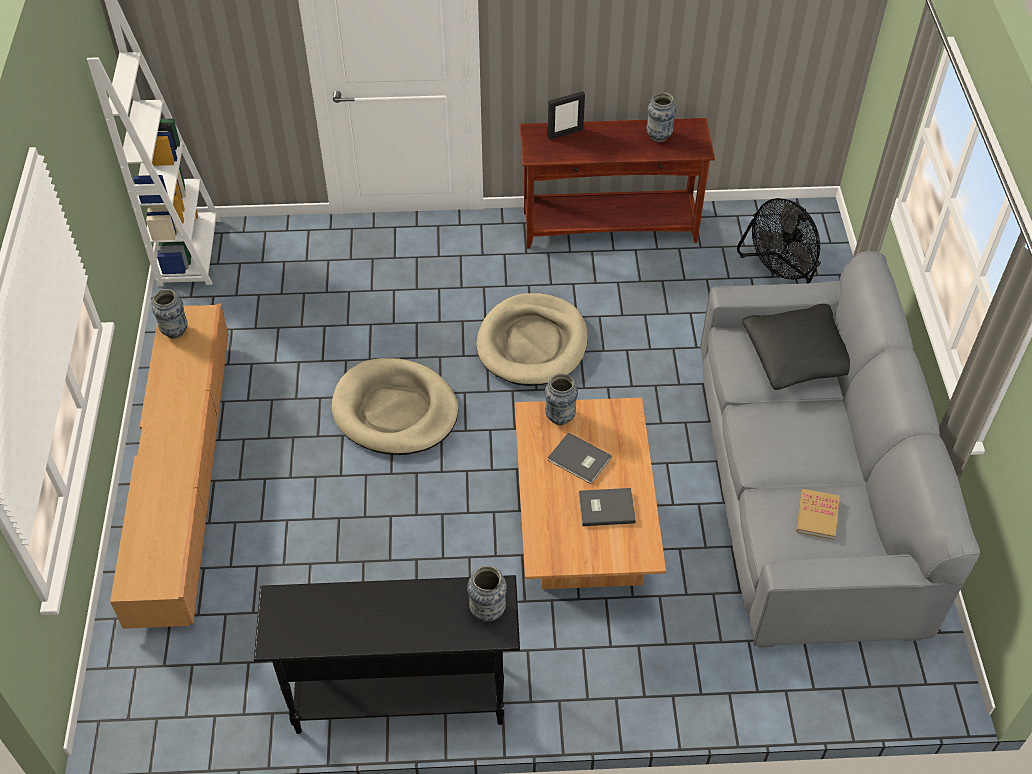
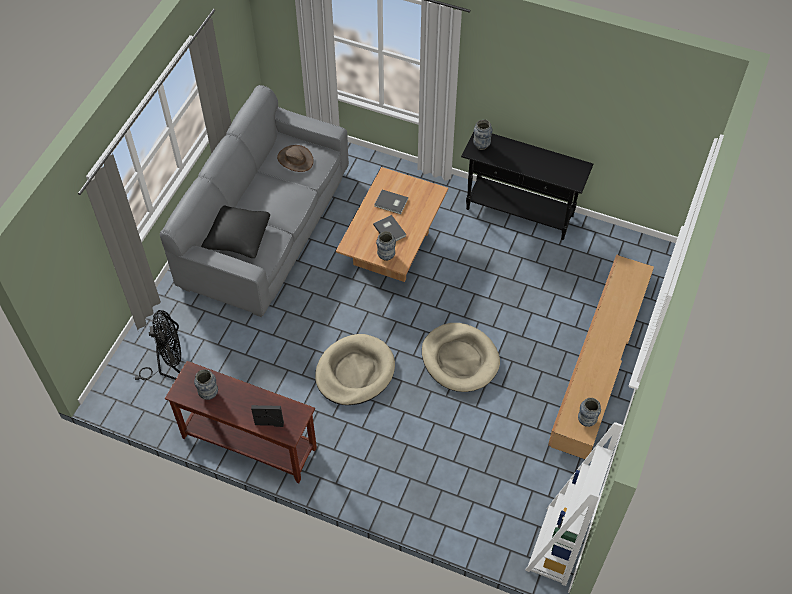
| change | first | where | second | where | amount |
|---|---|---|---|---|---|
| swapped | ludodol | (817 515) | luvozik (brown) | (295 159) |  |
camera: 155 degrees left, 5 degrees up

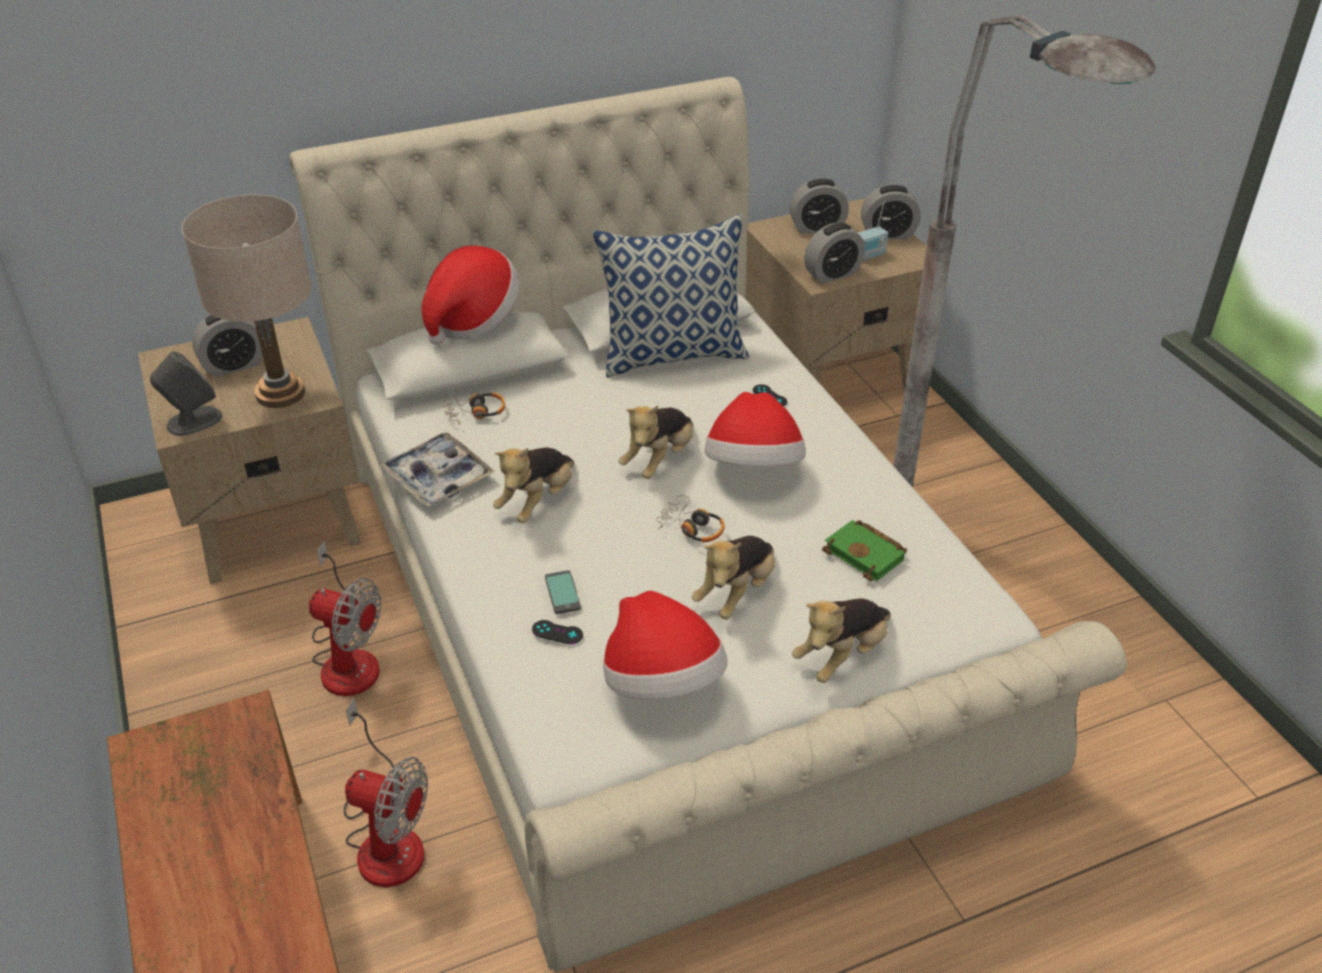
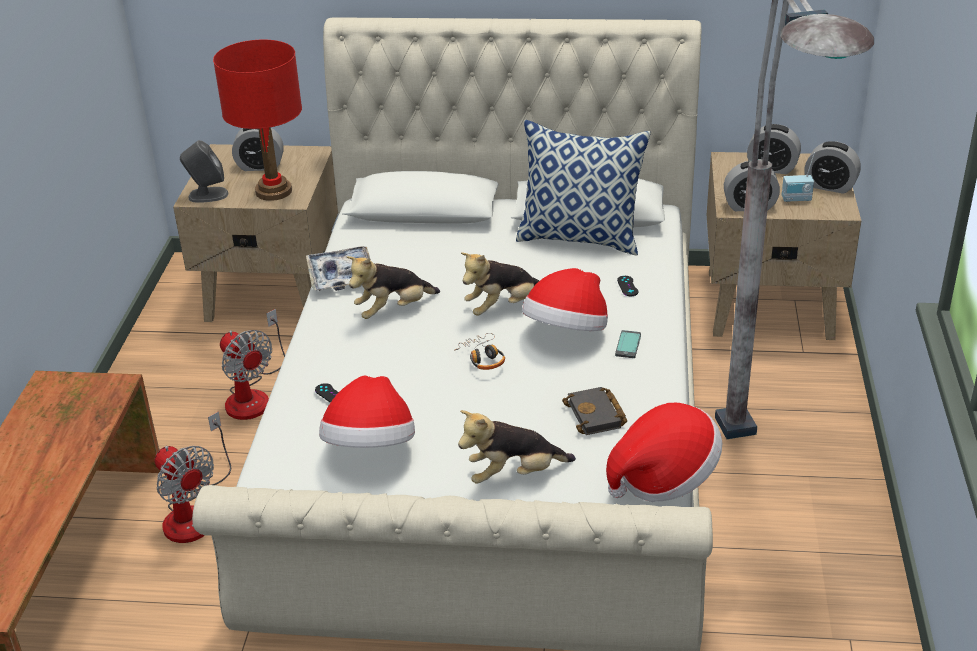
| change | first | where | second | where | amount |
|---|---|---|---|---|---|
| repainted | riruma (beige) | (281 393) | riruma (red) | (274 191) |  |
| shifted | luvozik | (472 320) |  | (664 477) |  |
| gone | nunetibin | (474 413) |  |  |  |
| shifted | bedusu | (563 593) |  | (628 345) |  |
| gone | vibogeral | (736 593) |  |  |  |
| repainted | ludodol (green) | (867 555) | ludodol (black) | (597 416) |  |
camera: 30 degrees right, 5 degrees down

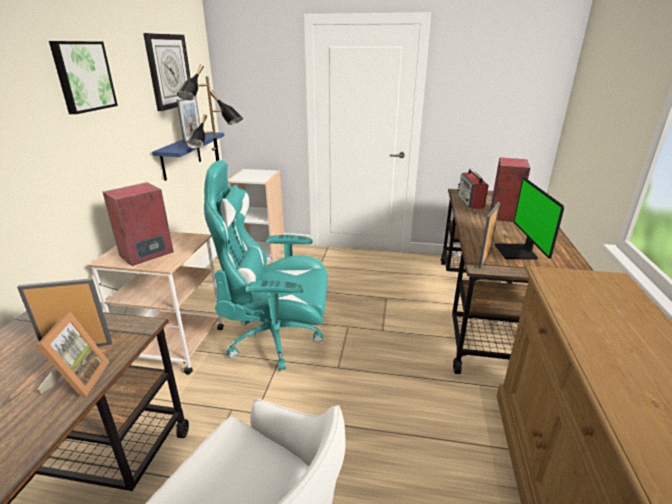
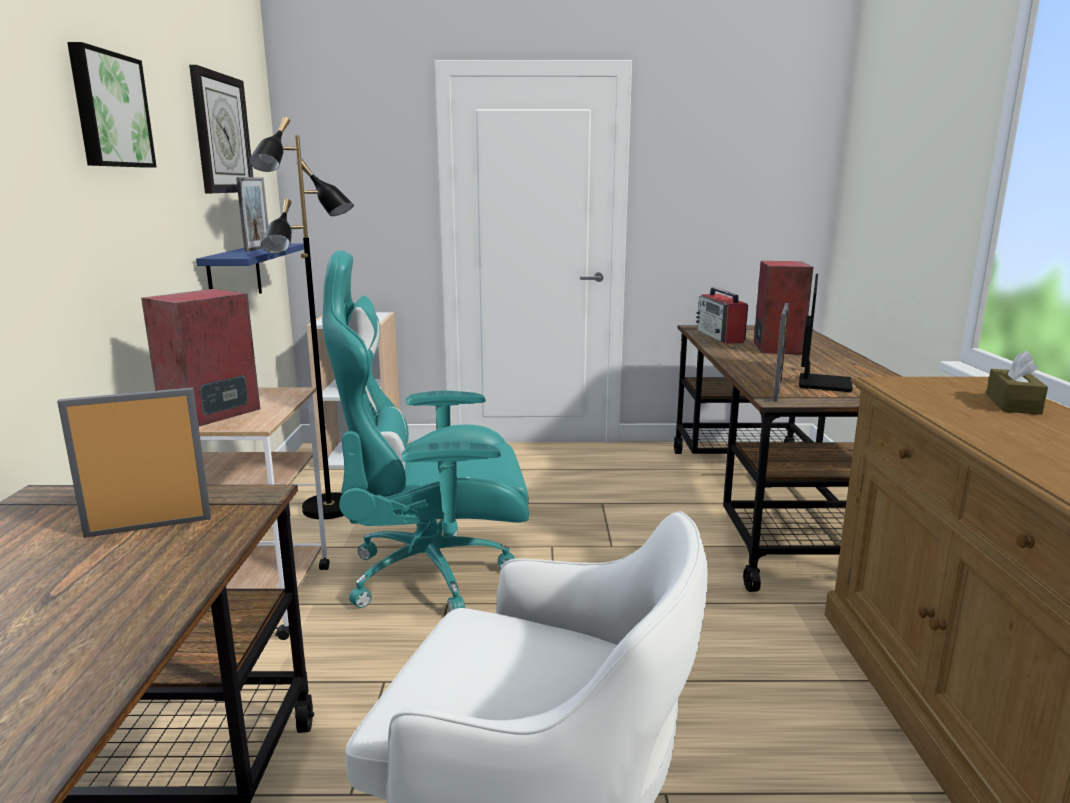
| change | first | where | second | where | amount |
|---|---|---|---|---|---|
| gone | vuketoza | (78 380) |  |  |  |
| rotated | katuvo | (517 252) |  | (821 383) | 150 degrees counterclockwise |
| new |  |  | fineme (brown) | (1012 404) |  |
camera: 10 degrees left, 10 degrees down

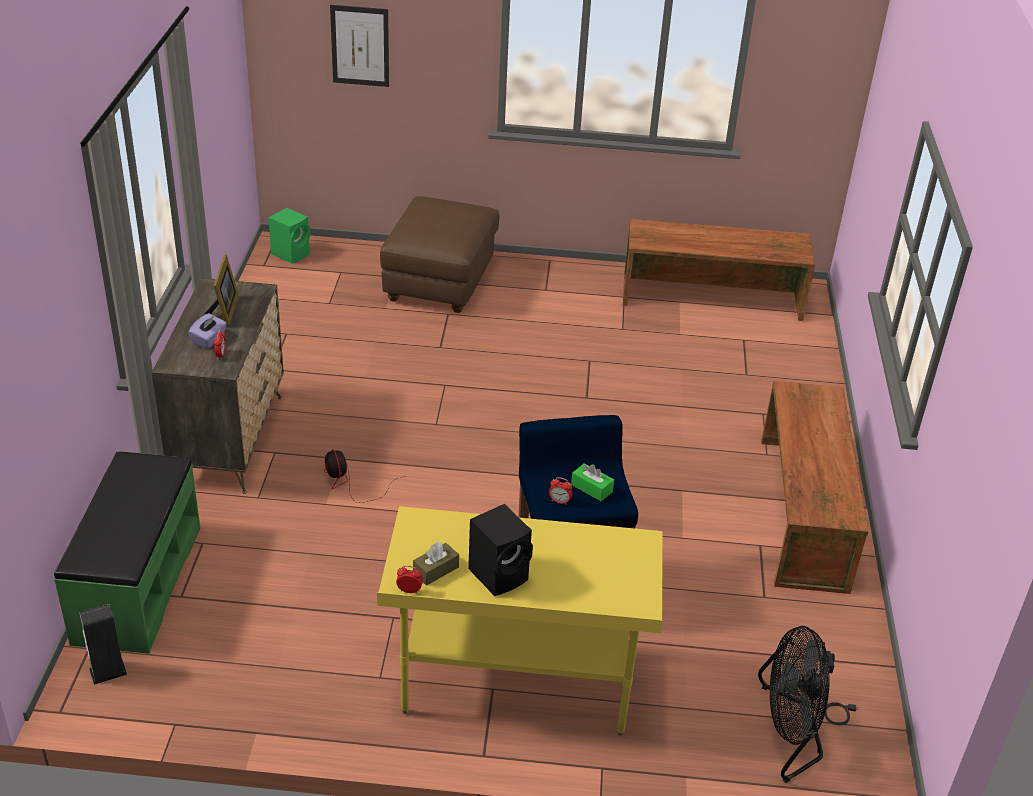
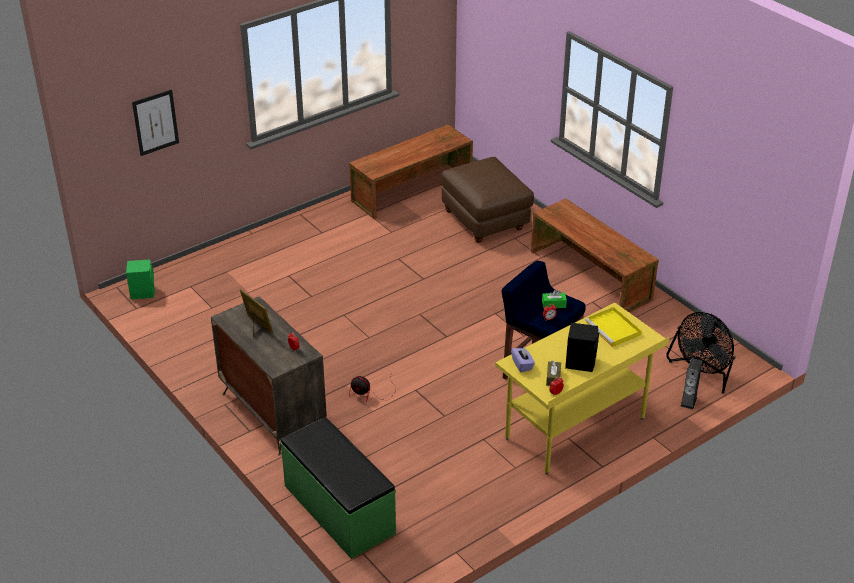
| change | first | where | second | where | amount |
|---|---|---|---|---|---|
| shifted | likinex | (108 671) |  | (688 401) |  |
| shifted | fineme (purple) | (209 340) |  | (522 365) |  |
| shifted | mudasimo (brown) | (439 284) |  | (486 220) |  |
| new |  |  | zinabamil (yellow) | (614 329) |  |
camera: 40 degrees left, 0 degrees up

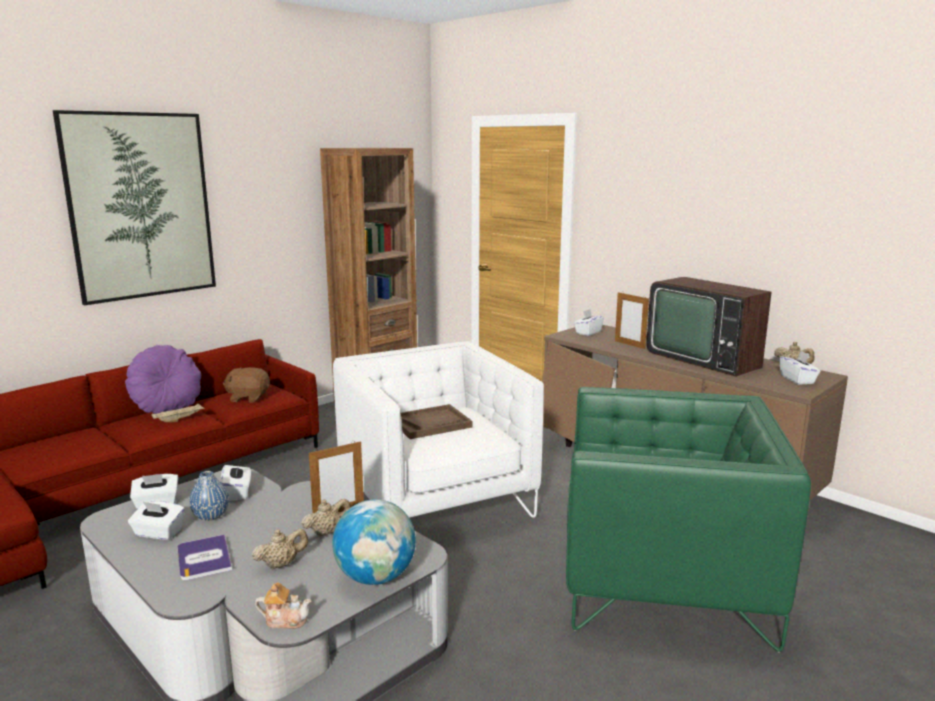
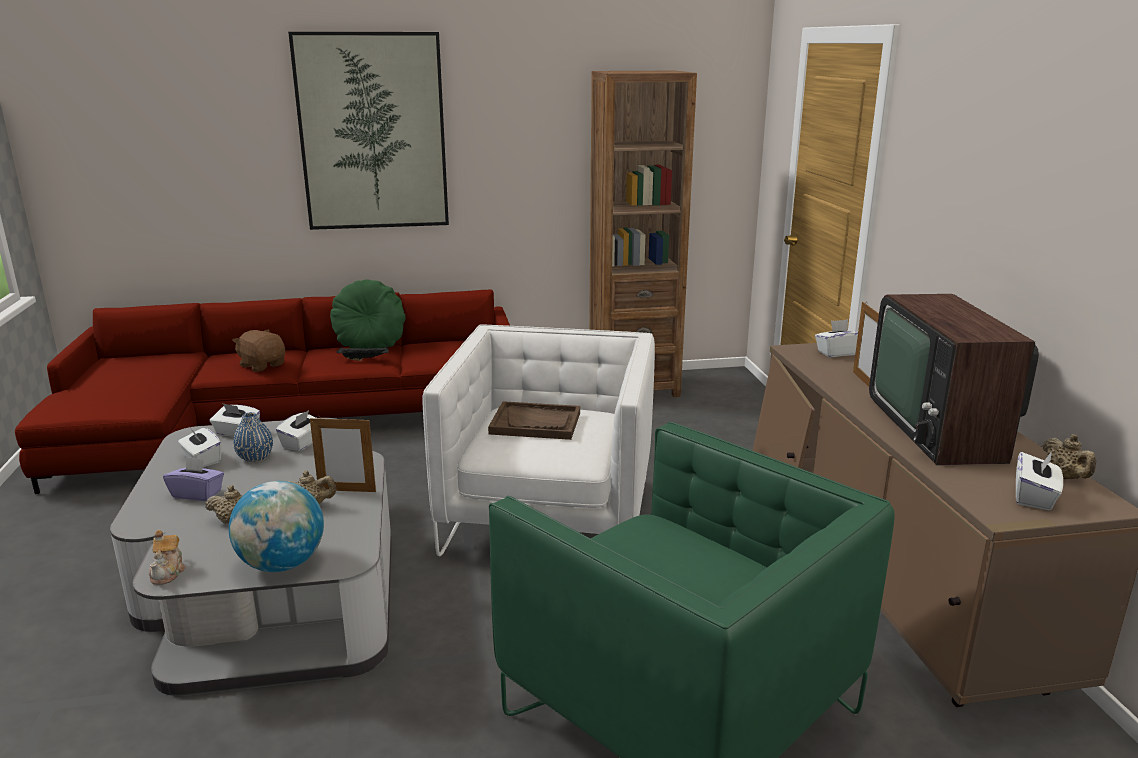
| change | first | where | second | where | amount |
|---|---|---|---|---|---|
| repainted | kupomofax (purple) | (167 409) | kupomofax (green) | (370 346) |  |
| repainted | zinabamil (beige) | (180 419) | zinabamil (black) | (364 359) |  |
| swapped | ludodol | (204 558) | fineme (purple) | (197 494) |  |
| shifted | vibogeral (brown) | (248 397) |  | (262 365) |  |
| rotated | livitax | (285 620) |  | (168 572) | 45 degrees clockwise |
camera: 35 degrees right, 5 degrees up

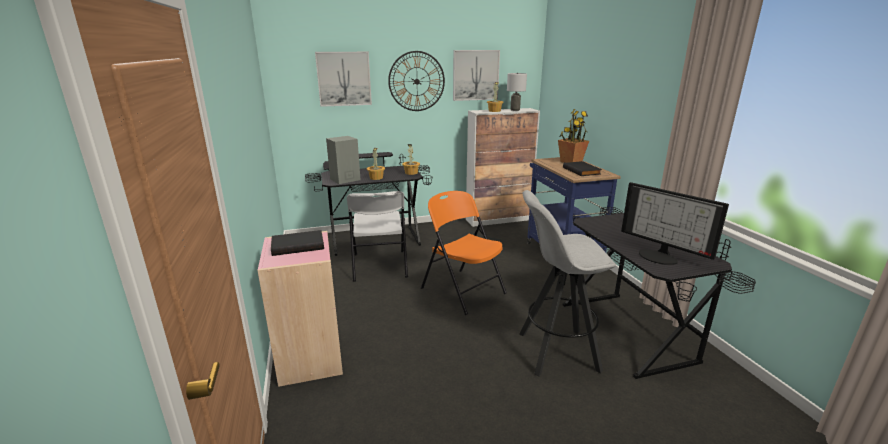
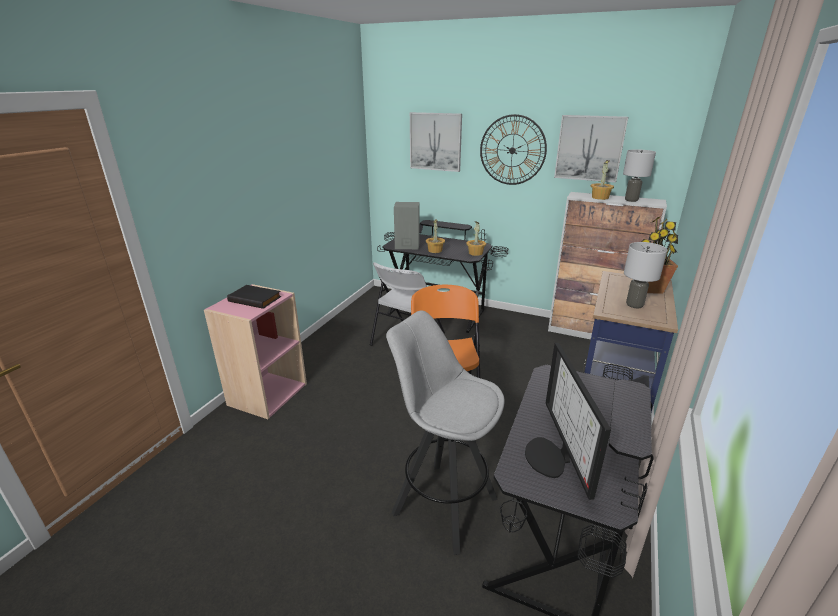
| change | first | where | second | where | amount |
|---|---|---|---|---|---|
| swapped | ludodol (black) | (582 171) | riruma (white) | (635 305) |  |
camera: 40 degrees right, 5 degrees up

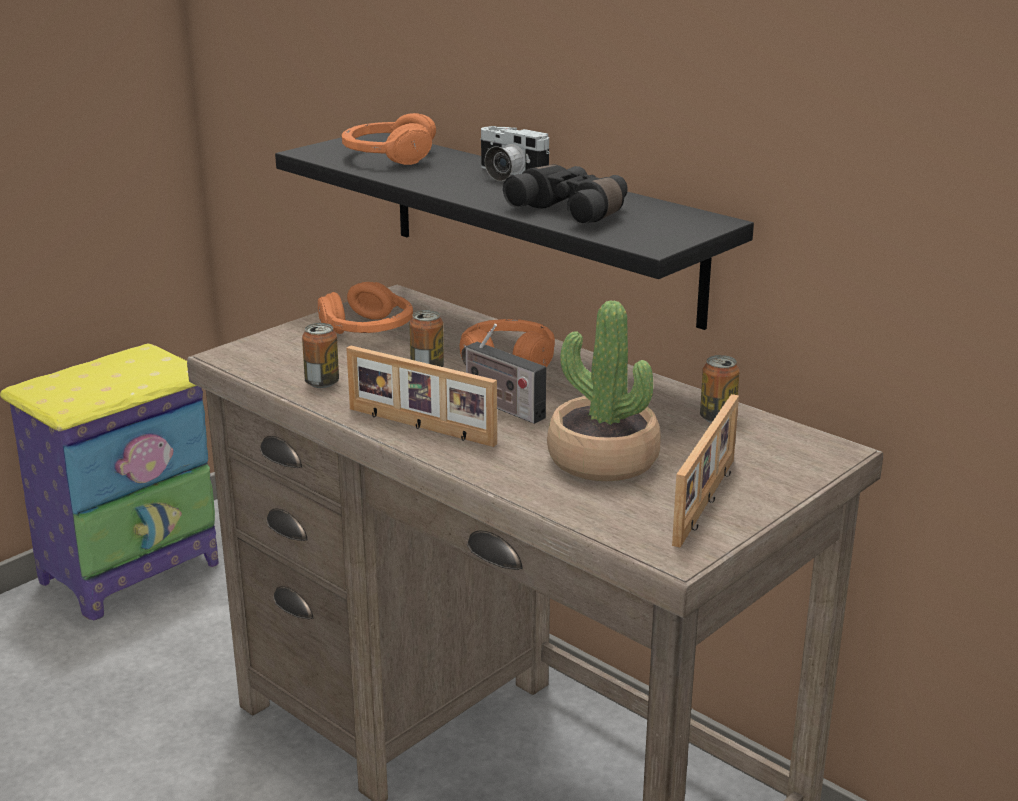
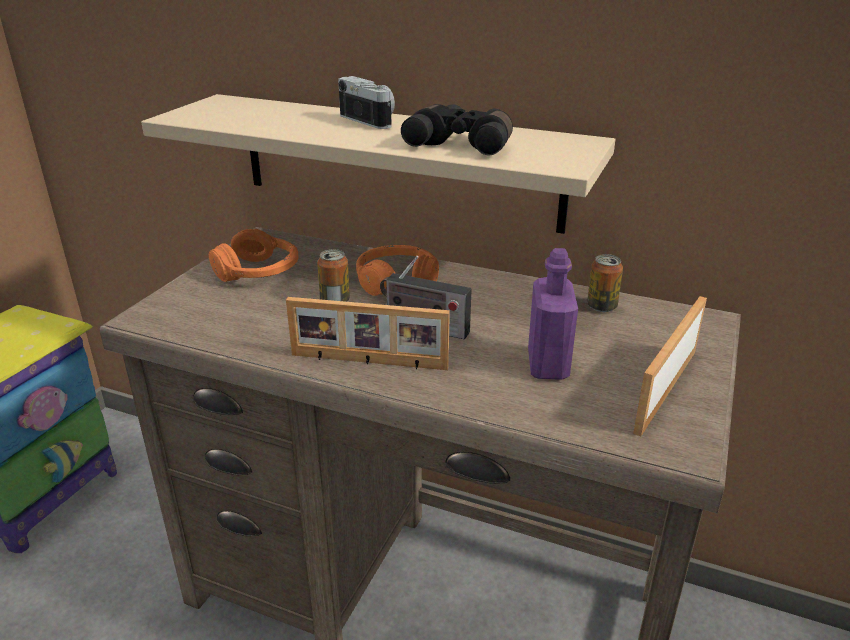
| change | first | where | second | where | amount |
|---|---|---|---|---|---|
| repainted | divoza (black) | (541 224) | divoza (beige) | (397 161) |  |
| gone | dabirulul | (322 383) |  |  |  |
| gone | nunetibin (orange) | (388 156) |  |  |  |
| rotated | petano | (507 175) |  | (373 120) | 150 degrees counterclockwise |
| swapped | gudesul | (602 460) | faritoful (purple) | (548 365) |  |
| rotated | vuketoza | (707 501) |  | (663 389) | 150 degrees counterclockwise |
camera: 20 degrees left, 5 degrees up

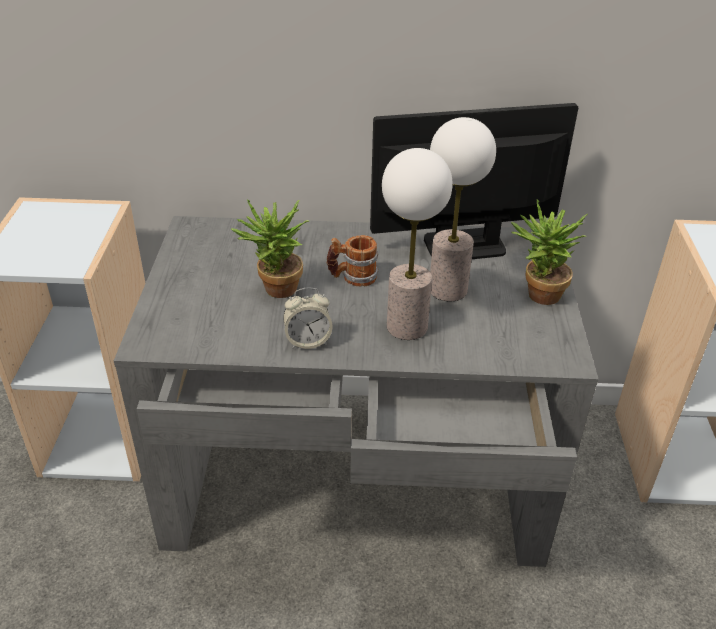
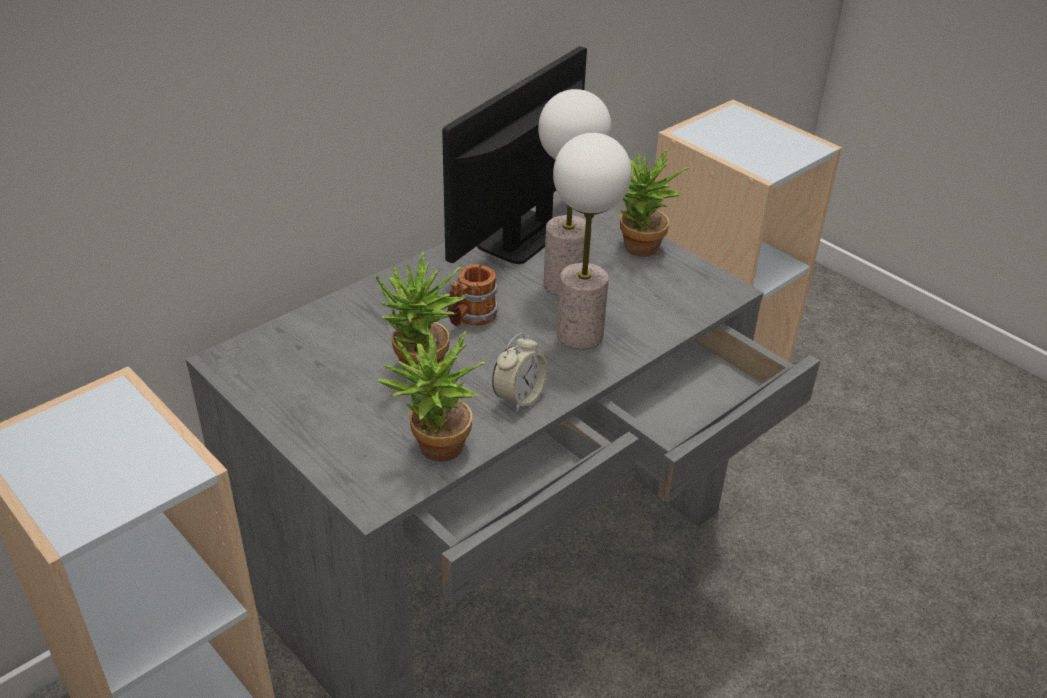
| change | first | where | second | where | amount |
|---|---|---|---|---|---|
| new |  |  | gudesul | (434 451) |  |
camera: 45 degrees left, 0 degrees up

